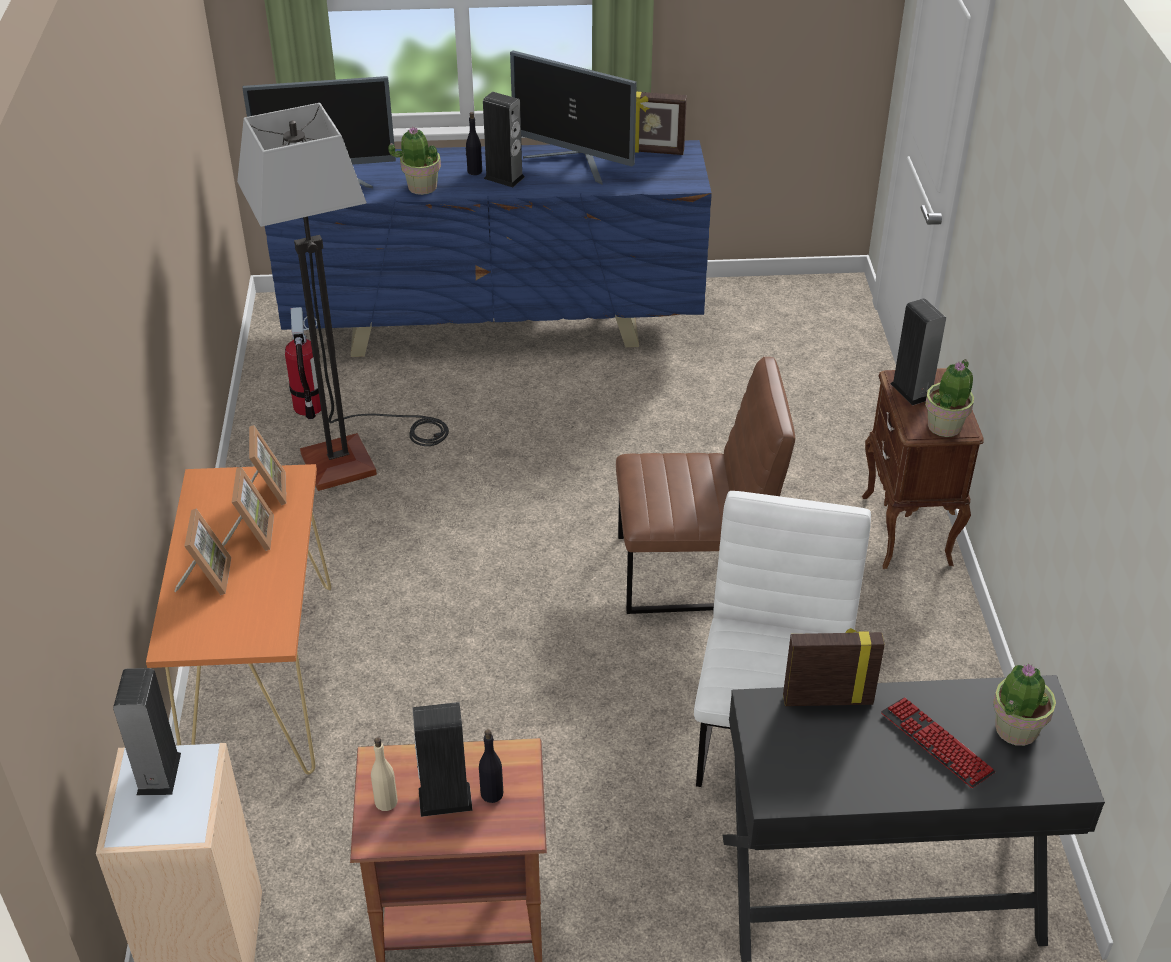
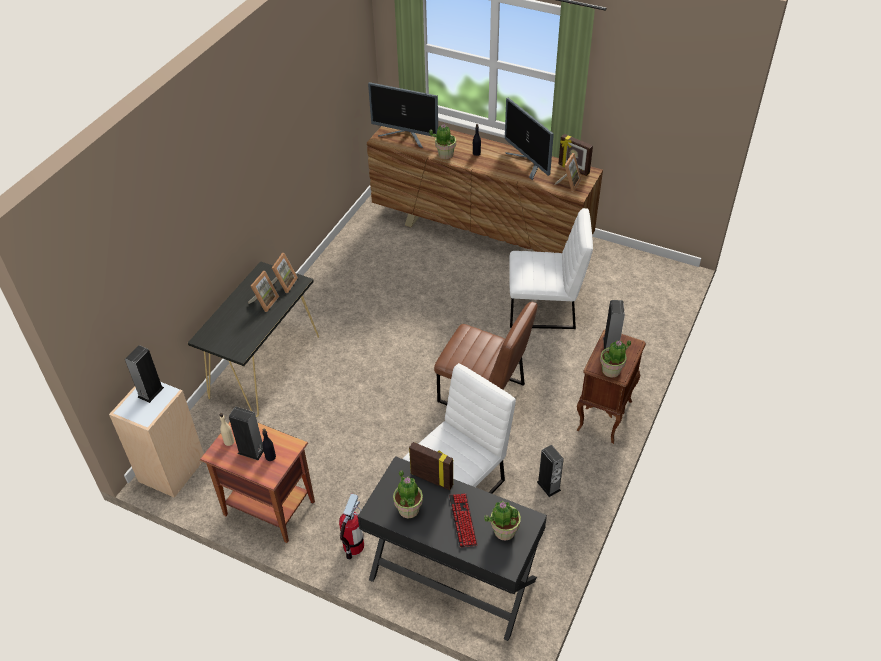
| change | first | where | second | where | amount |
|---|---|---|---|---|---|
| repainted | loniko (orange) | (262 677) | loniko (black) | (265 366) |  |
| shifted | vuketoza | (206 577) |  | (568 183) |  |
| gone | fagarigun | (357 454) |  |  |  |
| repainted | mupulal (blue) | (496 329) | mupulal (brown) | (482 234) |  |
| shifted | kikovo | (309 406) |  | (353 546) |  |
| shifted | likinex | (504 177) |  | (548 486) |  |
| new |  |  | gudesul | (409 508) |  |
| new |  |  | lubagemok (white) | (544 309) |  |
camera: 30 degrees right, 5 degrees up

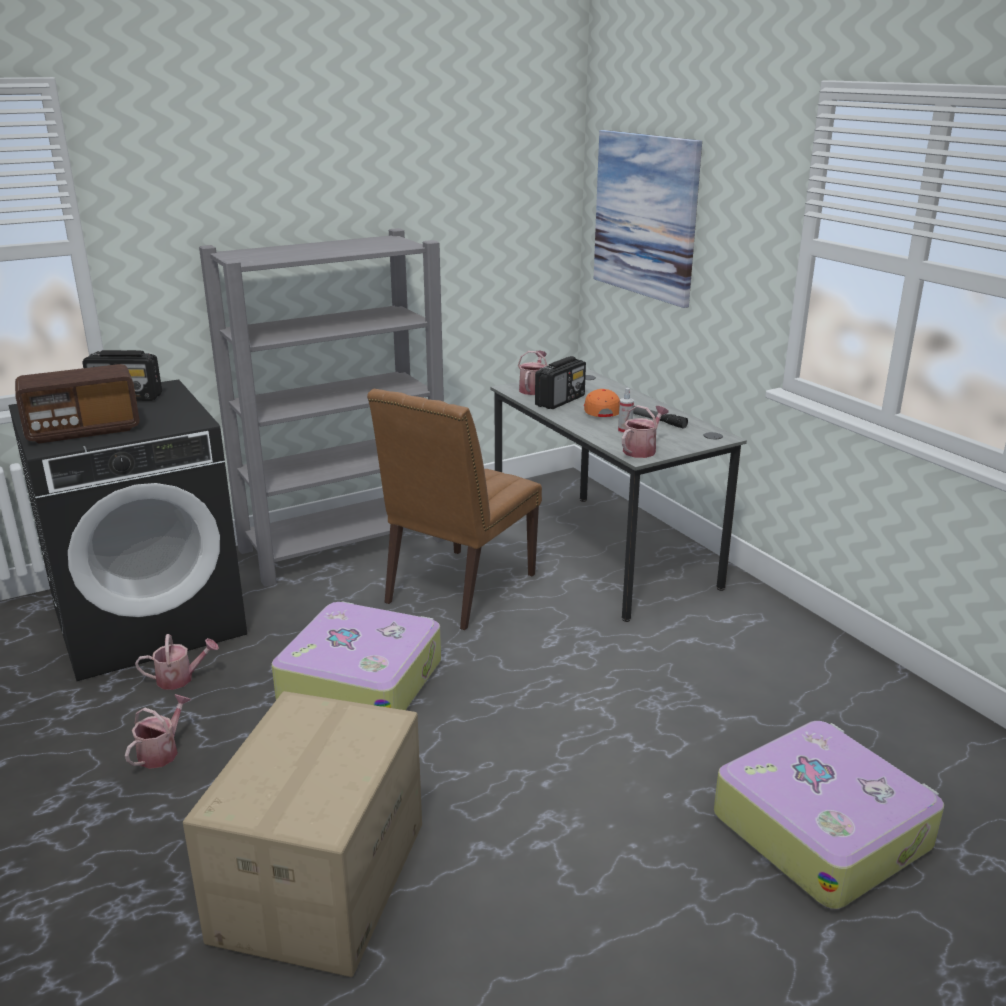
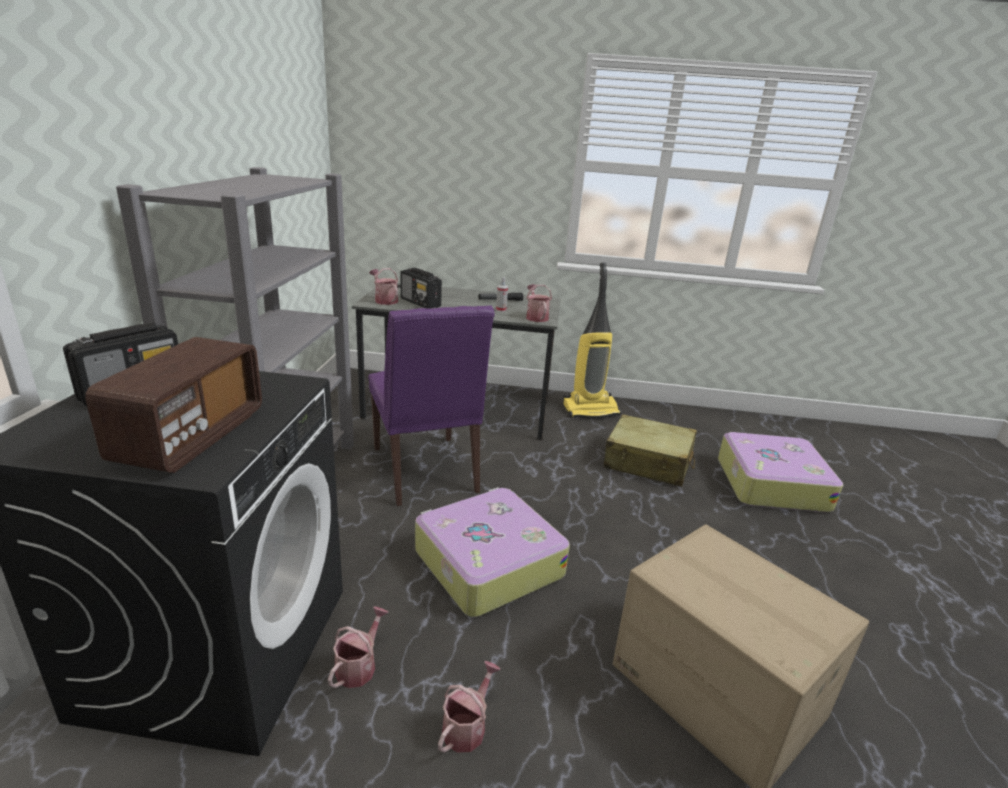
| change | first | where | second | where | amount |
|---|---|---|---|---|---|
| rotated | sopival | (162 751) |  | (467 726) | 60 degrees clockwise |
| repainted | lubagemok (brown) | (461 587) | lubagemok (purple) | (424 469) |  |
| rotated | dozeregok | (560 401) |  | (420 303) | 150 degrees clockwise |
| gone | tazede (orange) | (600 410) |  |  |  |
| gone | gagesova | (645 216) |  |  |  |
| new |  |  | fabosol | (590 410) |  |
| new |  |  | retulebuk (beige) | (648 463) |  |
camera: 55 degrees left, 0 degrees up

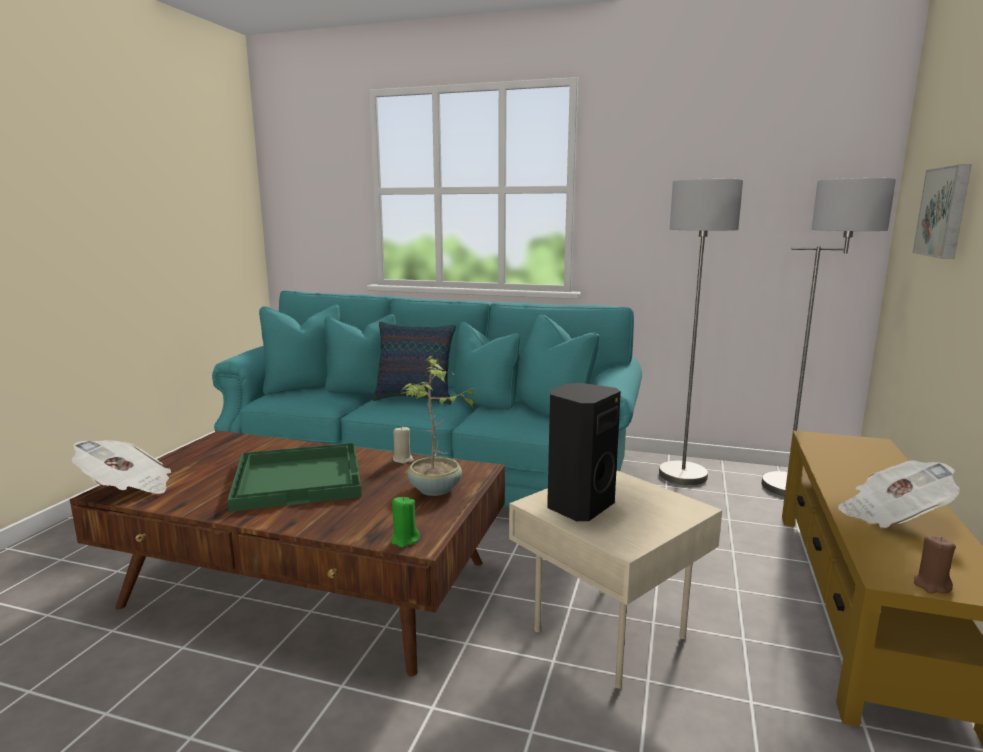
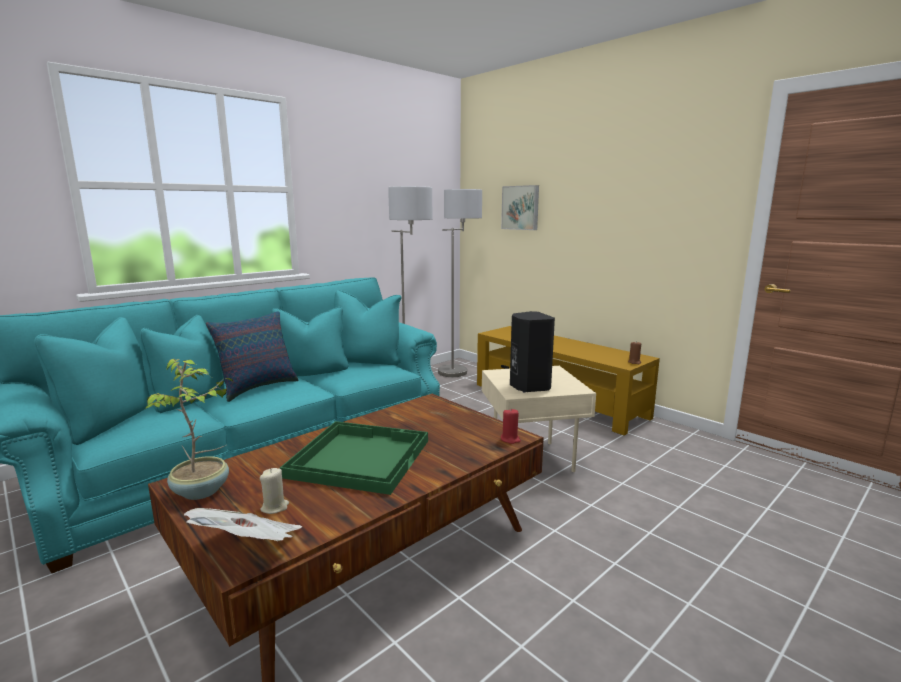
| change | first | where | second | where | amount |
|---|---|---|---|---|---|
| repainted | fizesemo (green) | (404 540) | fizesemo (red) | (510 439) |  |
| shifted | fizesemo (beige) | (403 459) |  | (275 507) |  |
| shifted | gudesul | (435 490) |  | (202 491) |  |
| gone | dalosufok | (891 516) |  |  |  |
camera: 60 degrees left, 0 degrees up

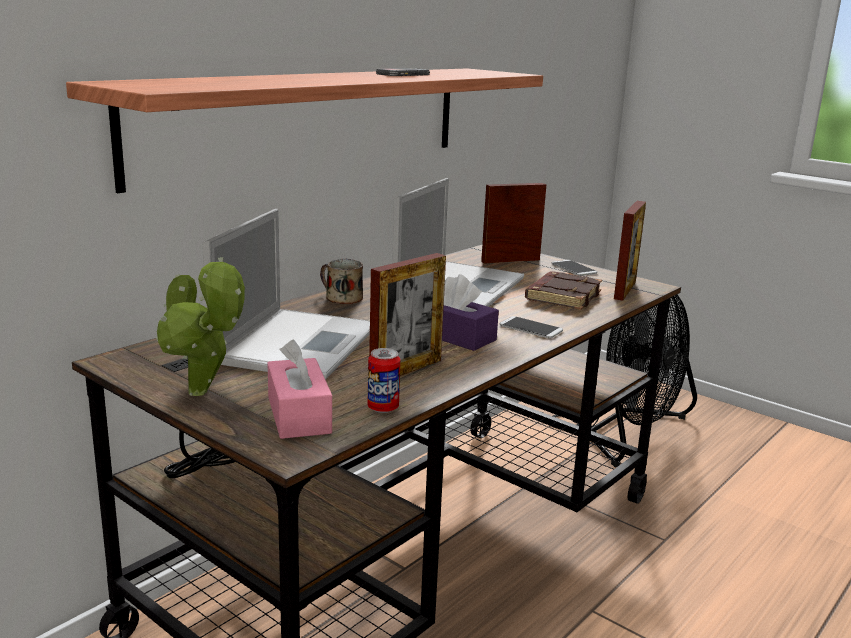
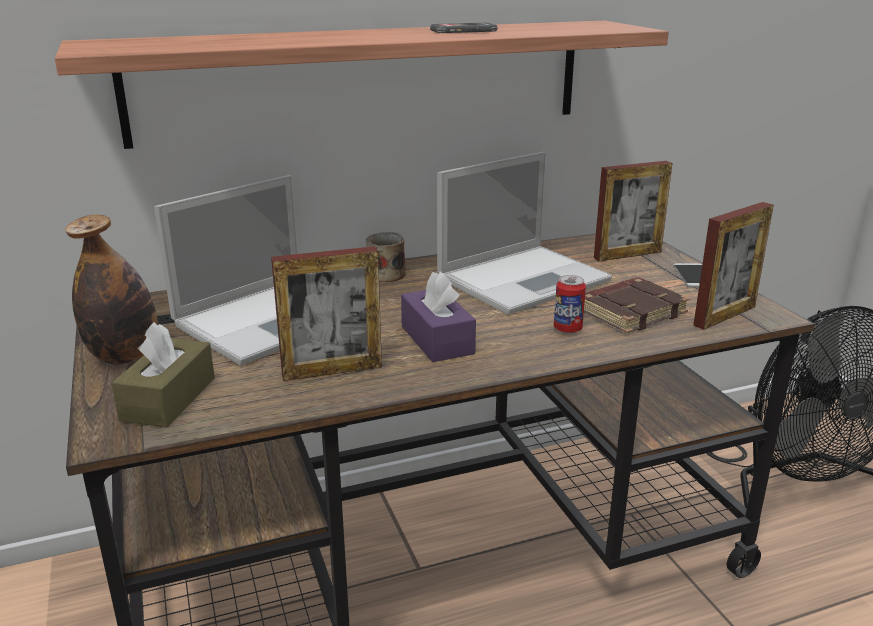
| change | first | where | second | where | amount |
|---|---|---|---|---|---|
| swapped | gudesul | (203 394) | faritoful | (124 356) |  |
| repainted | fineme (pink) | (299 415) | fineme (brown) | (169 399) |  |
| shifted | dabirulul | (383 408) |  | (567 329) |  |
| rotated | vuketoza | (510 260) |  | (627 255) | 150 degrees clockwise |
| gone | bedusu | (530 328) |  |  |  |
camera: 30 degrees right, 5 degrees up

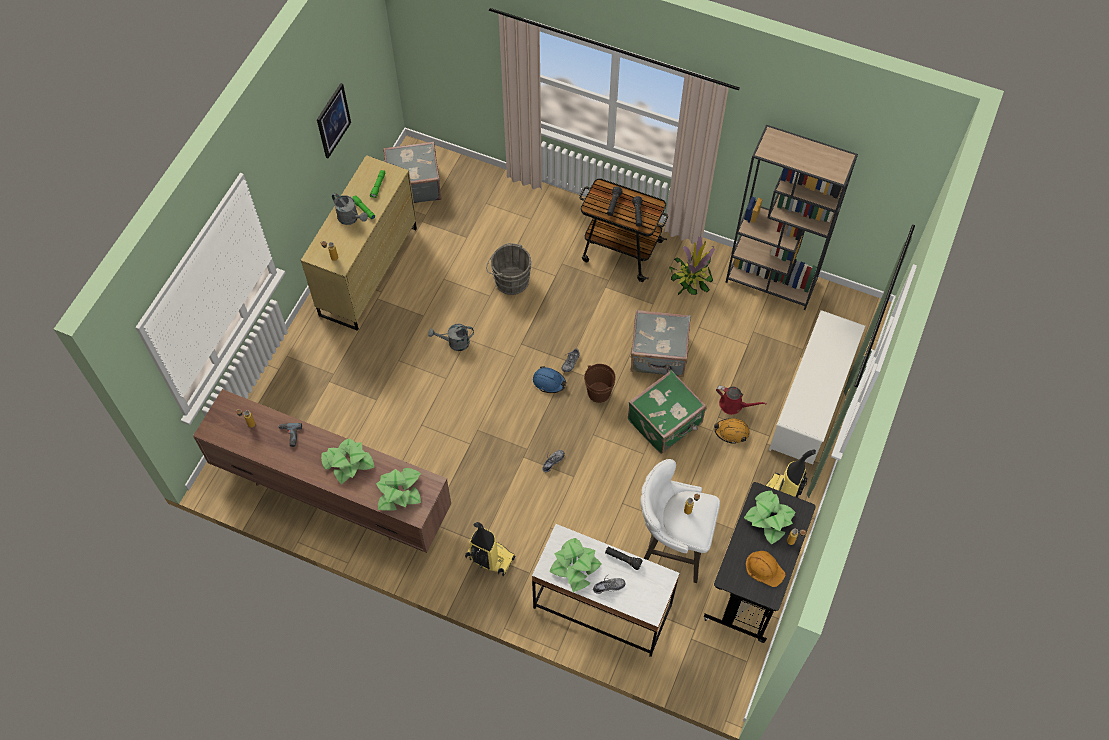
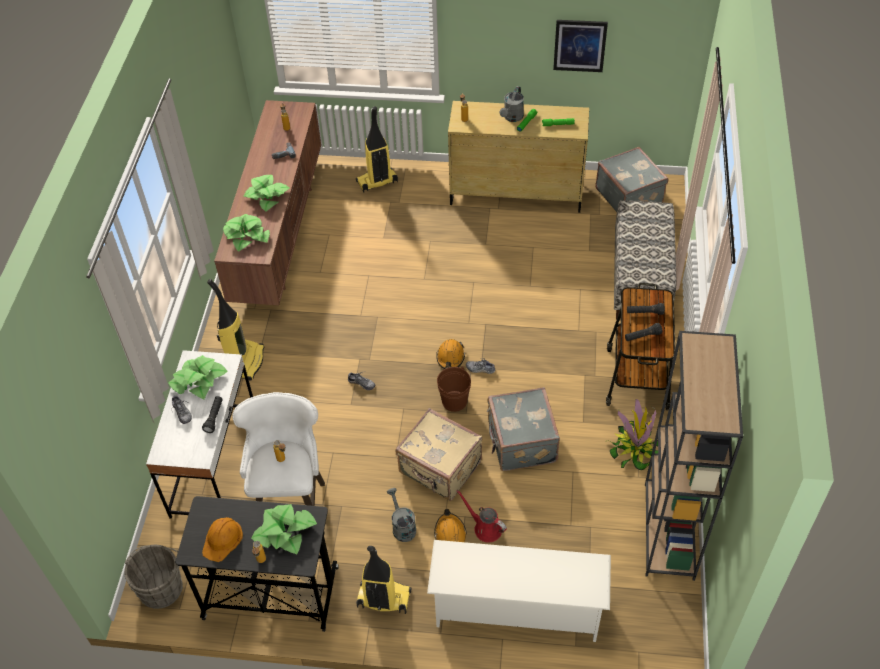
| change | first | where | second | where | amount |
|---|---|---|---|---|---|
| shifted | sopival (grey) | (454 343) |  | (402 526) |  |
| shifted | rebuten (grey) | (510 280) |  | (162 586) |  |
| repainted | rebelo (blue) | (549 382) | rebelo (orange) | (450 357) |  |
| repainted | retulebuk (green) | (666 422) | retulebuk (beige) | (440 468) |  |
| rotated | sopival (red) | (733 405) |  | (485 528) | 120 degrees clockwise |
| new |  |  | fabosol | (377 182) |  |
| new |  |  | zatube | (640 280) |  |
camera: 75 degrees right, 10 degrees down

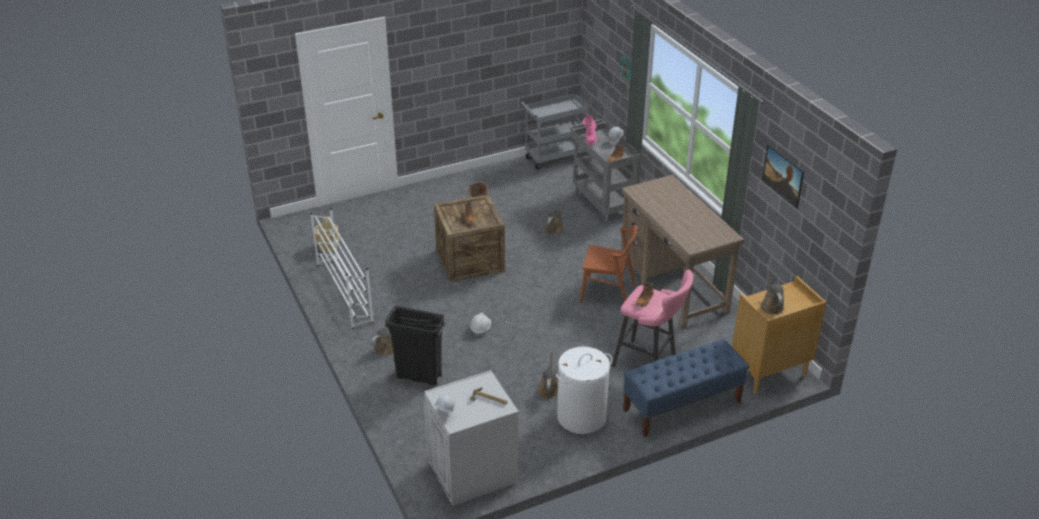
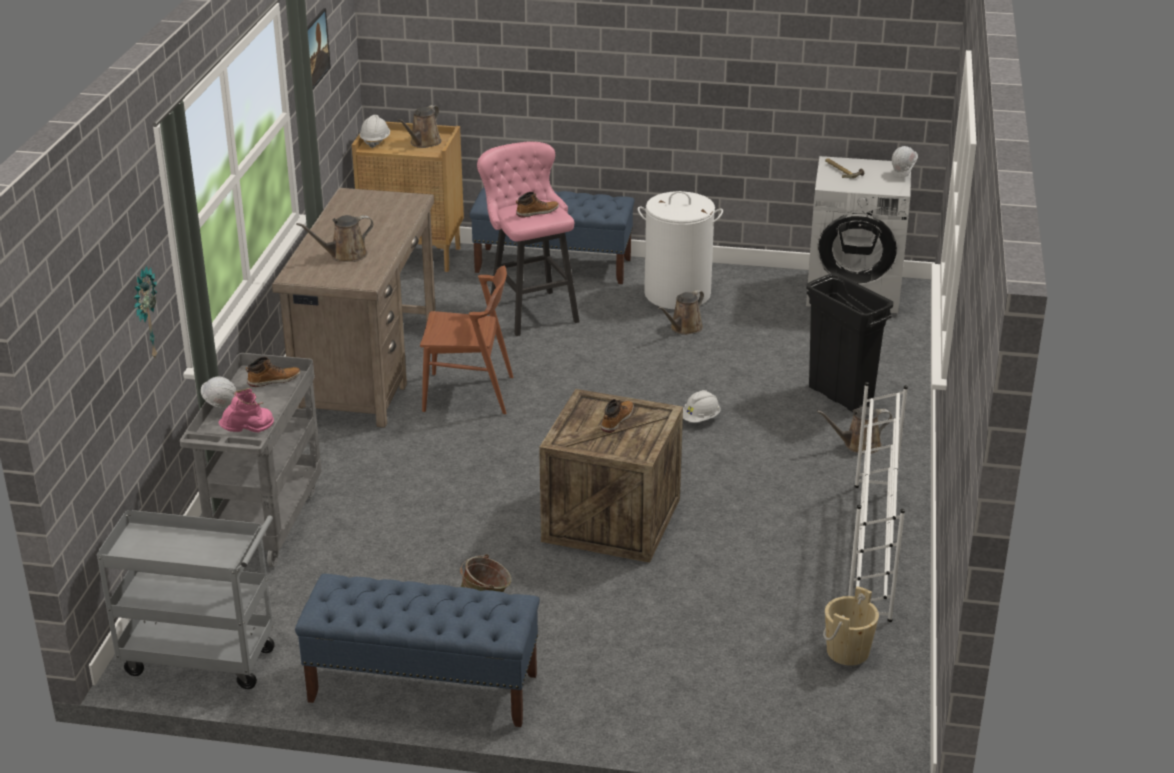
| change | first | where | second | where | amount |
|---|---|---|---|---|---|
| shifted | sopival (brown) | (555 228) |  | (345 255) |  |
| rotated | lubagemok (brown) | (607 294) |  | (469 393) | 135 degrees clockwise |
| new |  |  | zatube (blue) | (422 688) |  |
| new |  |  | rebelo (white) | (375 141) |  |
camera: 145 degrees left, 5 degrees down

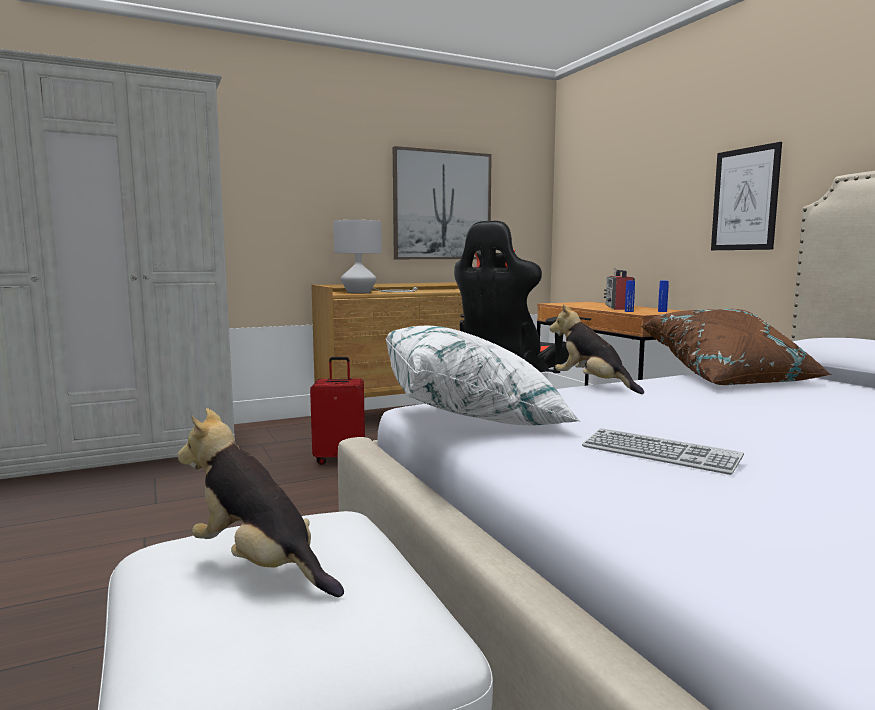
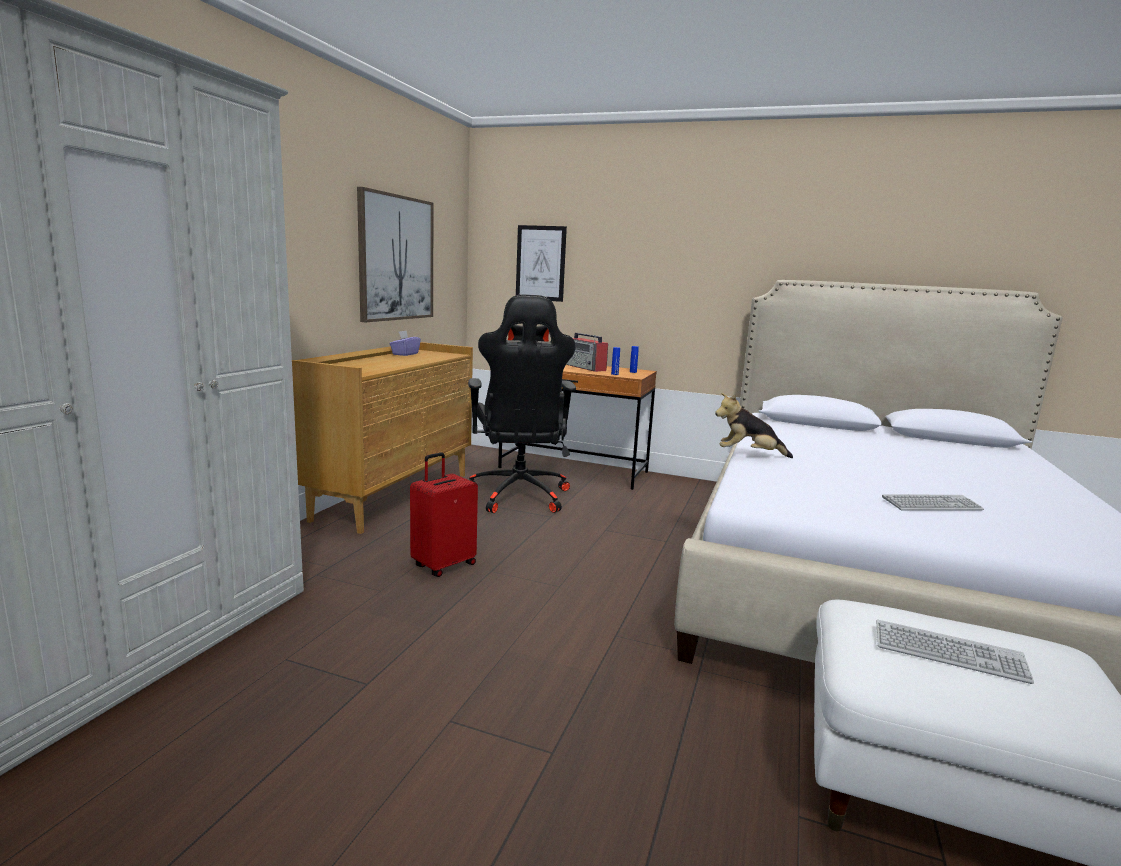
| change | first | where | second | where | amount |
|---|---|---|---|---|---|
| swapped | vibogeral | (259 566) | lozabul | (949 653) |  |
| gone | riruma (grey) | (374 292) |  |  |  |
| gone | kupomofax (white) | (473 416) |  |  |  |
| gone | kupomofax (brown) | (729 377) |  |  |  |
| shifted | gagesova | (745 199) |  | (540 263) |  |
| new |  |  | fineme (purple) | (405 354) |  |
camera: 45 degrees left, 5 degrees up

